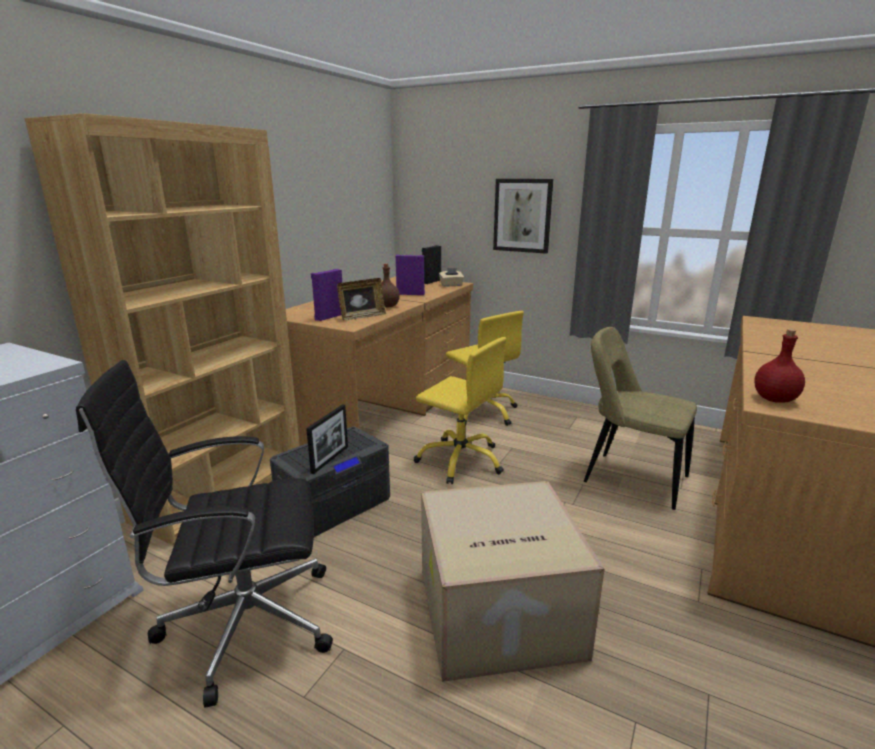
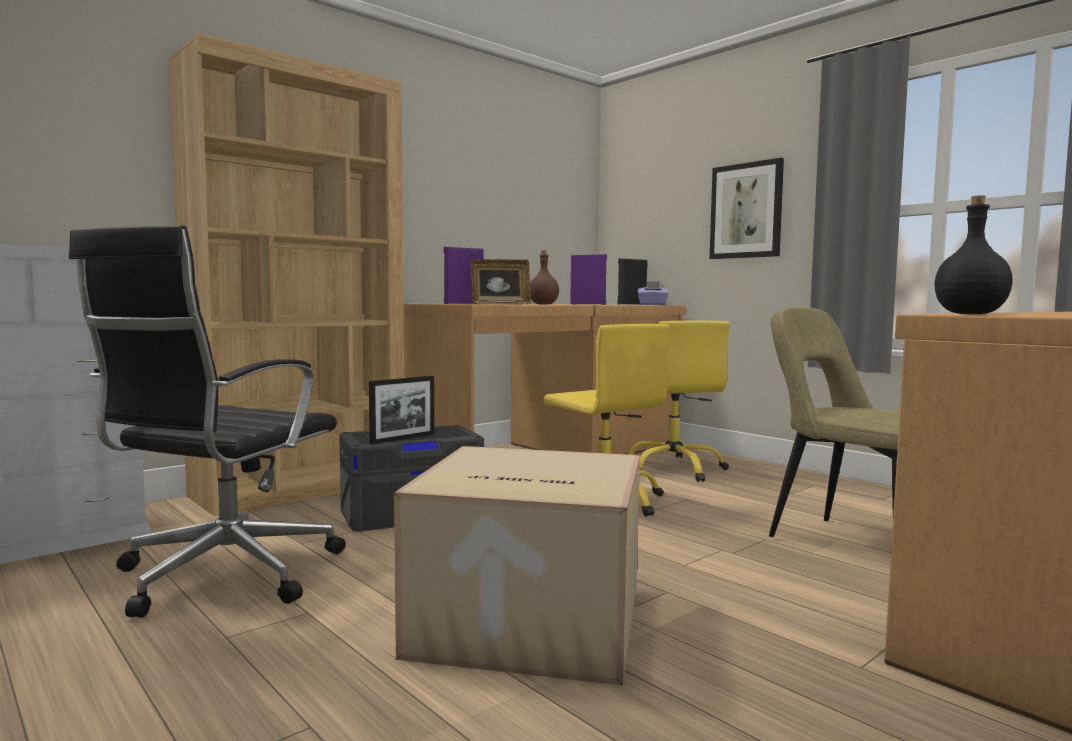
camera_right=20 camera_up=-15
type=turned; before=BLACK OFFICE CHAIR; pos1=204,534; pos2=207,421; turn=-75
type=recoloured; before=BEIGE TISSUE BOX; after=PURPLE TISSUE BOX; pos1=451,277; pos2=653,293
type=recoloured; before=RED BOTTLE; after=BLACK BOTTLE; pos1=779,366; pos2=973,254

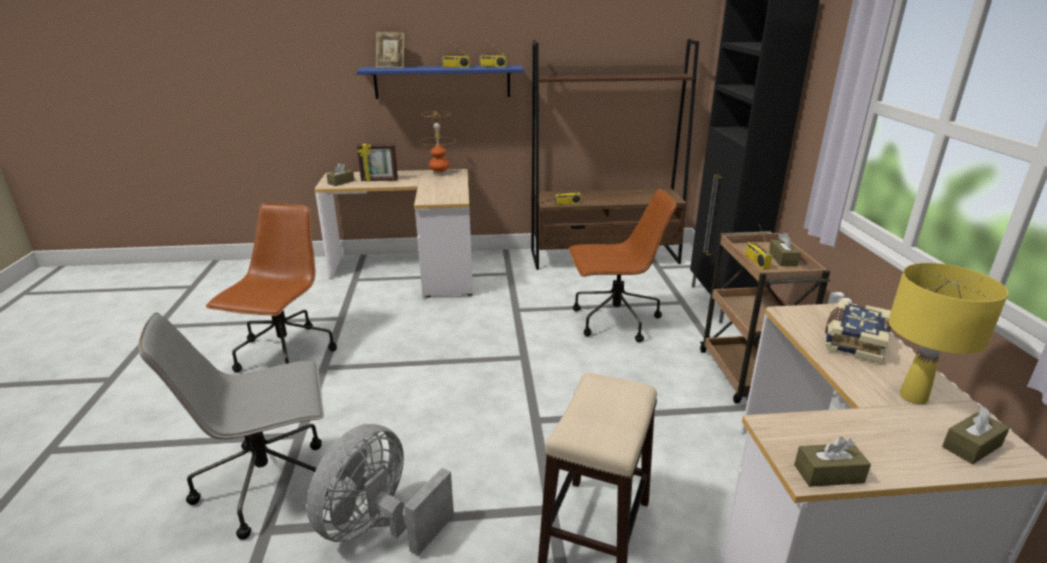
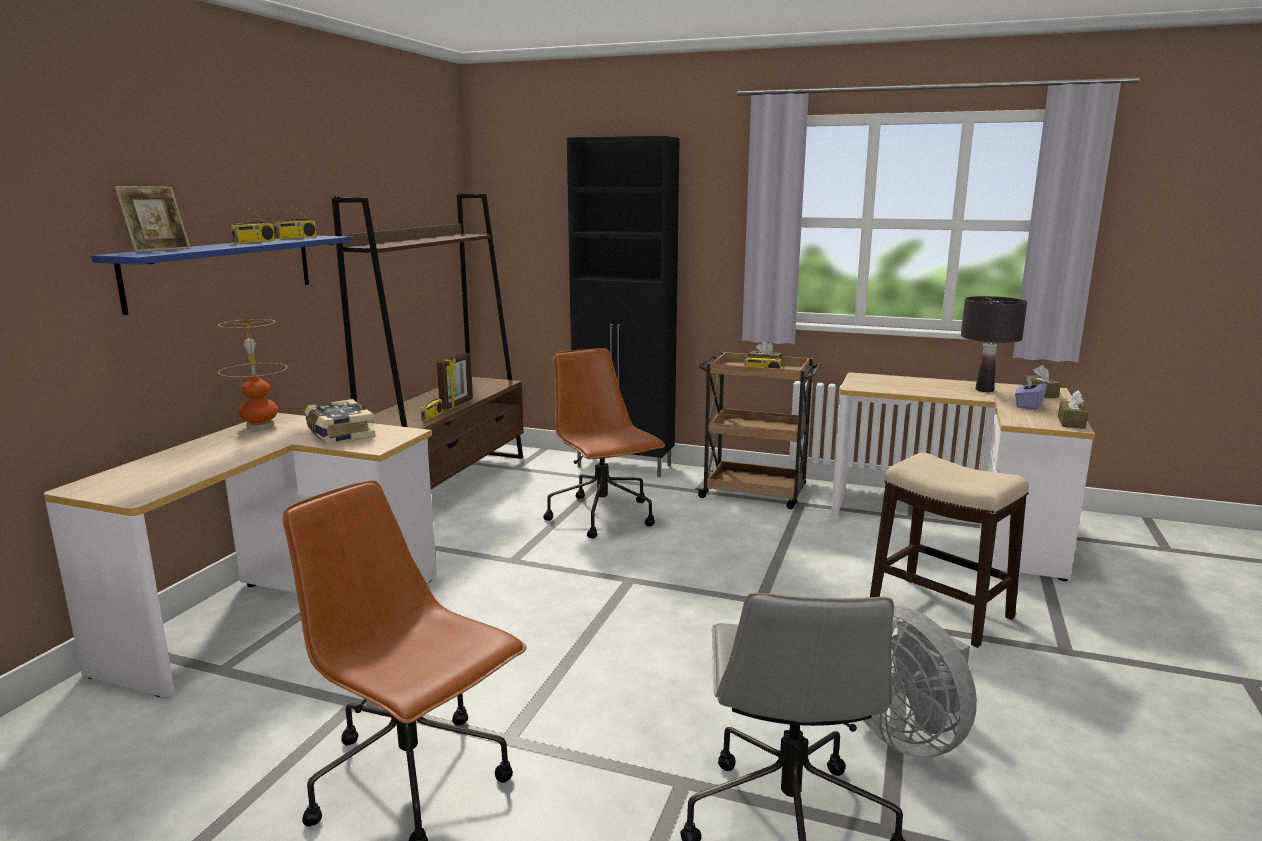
camera_right=-65 camera_up=-10
type=removed; before=BROWN TISSUE BOX; pos1=340,174
type=moved; before=PICTURE FRAME; pos1=377,163; pos2=455,381
type=turned; before=BROWN OFFICE CHAIR; pos1=623,265; pos2=604,443; turn=-45
type=moved; before=BOOK; pos1=858,332; pos2=340,422
type=recoloured; before=YELLOW TABLE LAMP; after=BLACK TABLE LAMP; pos1=948,333; pos2=994,344
type=added; after=PURPLE TISSUE BOX; pos2=1031,392

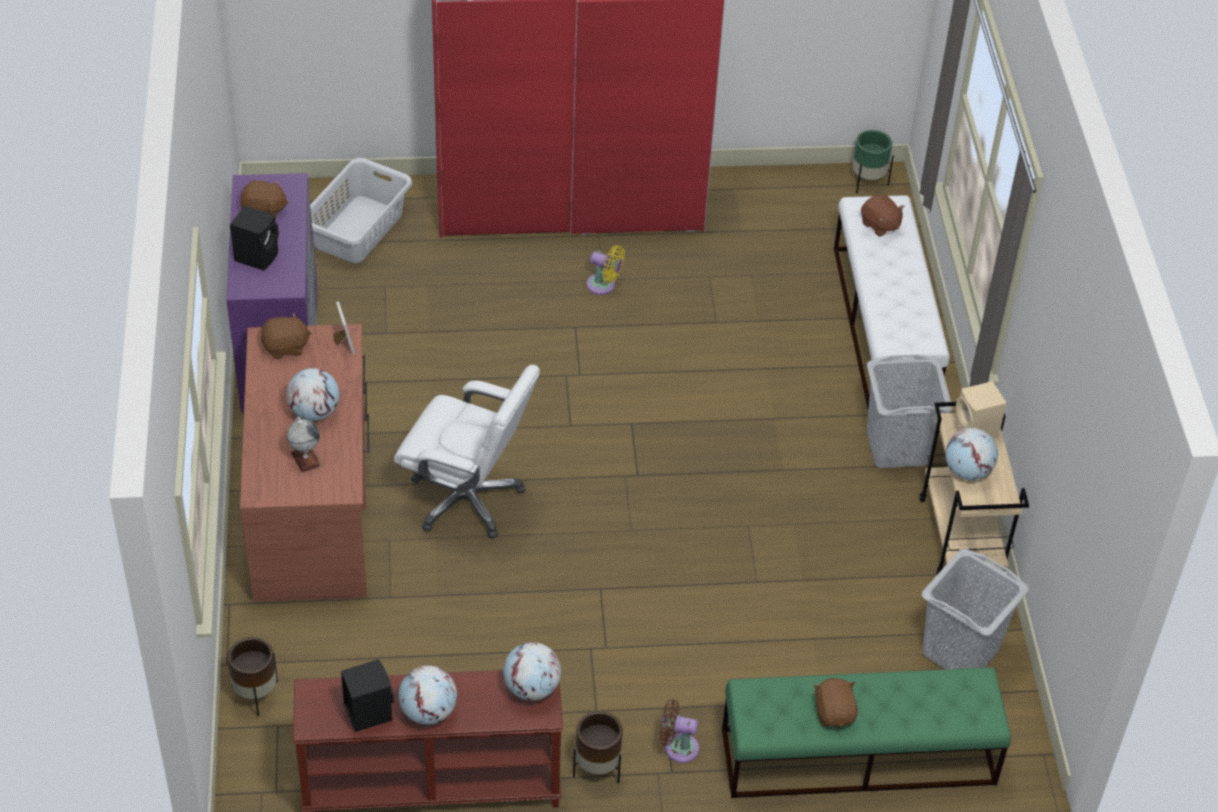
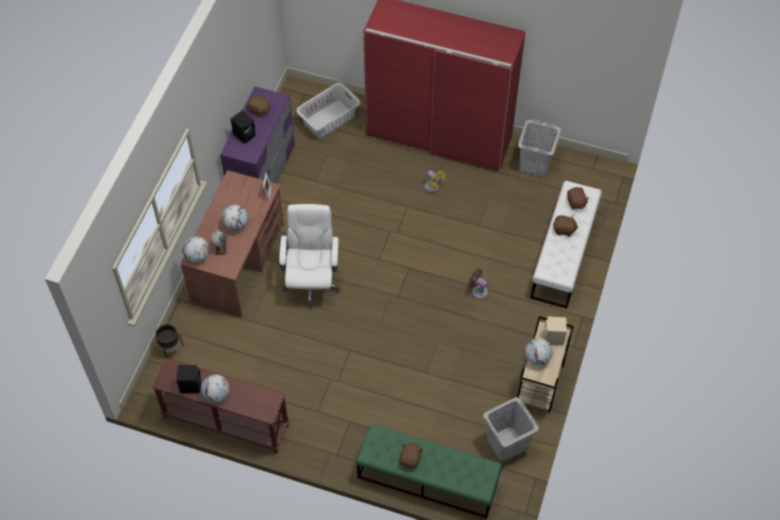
camera_right=25 camera_up=10
type=moved; before=BROWN PLUSH TOY; pos1=286,336; pos2=566,225
type=turned; before=WHITE OFFICE CHAIR; pos1=467,451; pos2=309,256; turn=-135
type=moved; before=GLOBE; pos1=532,671; pos2=195,249
type=removed; before=BROWN PLANTER; pos1=598,747
type=moved; before=BROWN FAN; pos1=679,731; pos2=478,284
type=removed; before=GREEN PLANTER; pos1=873,161
type=moved; before=GREY LAUNDRY BASKET; pos1=910,411; pos2=539,148

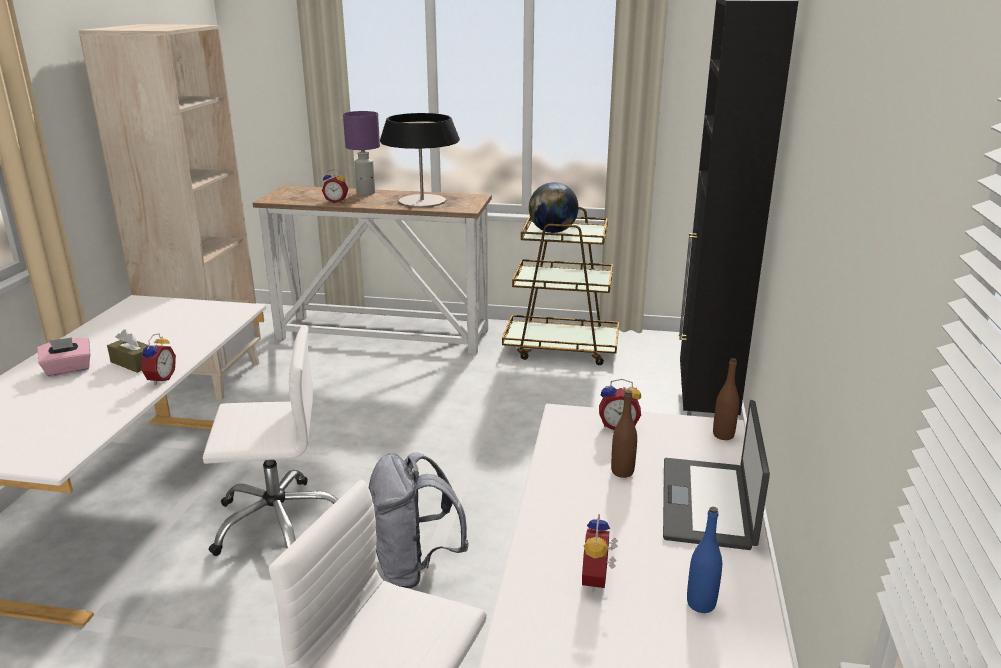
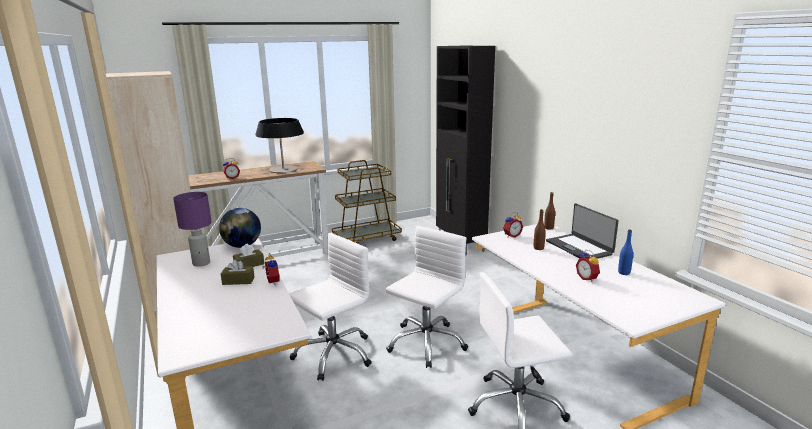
camera_right=-35 camera_up=-5
type=removed; before=PINK TISSUE BOX; pos1=64,357
type=moved; before=PURPLE TABLE LAMP; pos1=361,153; pos2=192,229
type=replaced; before=GREY BACKPACK; after=WHITE OFFICE CHAIR; pos1=419,520; pos2=427,297
type=moved; before=GLOBE; pos1=554,207; pos2=240,228
type=added; after=BROWN TISSUE BOX; pos2=248,255

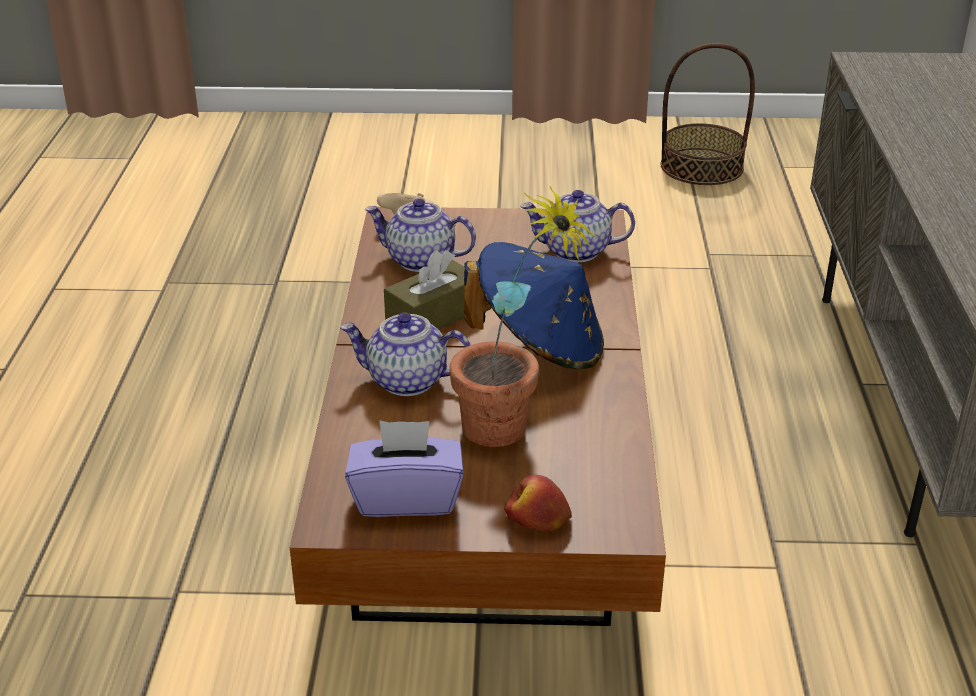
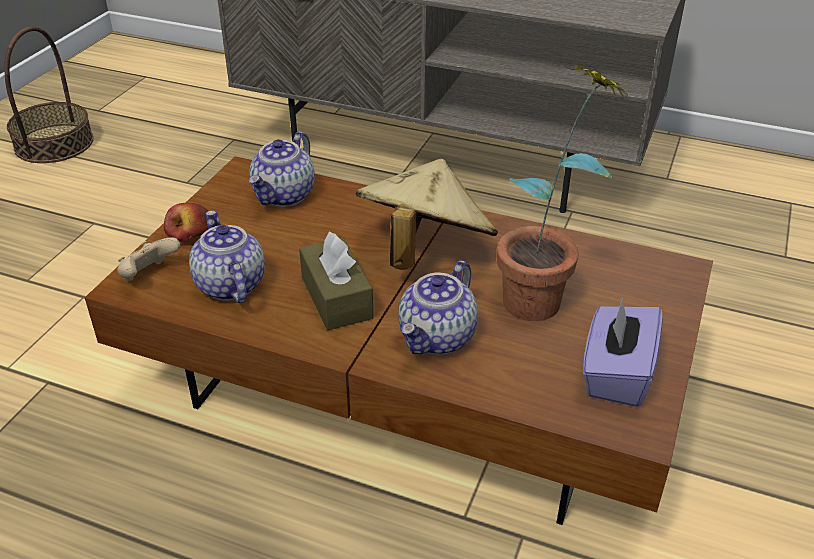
camera_right=-70 camera_up=5
type=turned; before=TEAPOT; pos1=420,235; pos2=227,256; turn=120
type=recoloured; before=BLUE HAT; after=BEIGE HAT; pos1=534,305; pos2=427,214
type=moved; before=APPLE; pos1=538,503; pos2=186,223

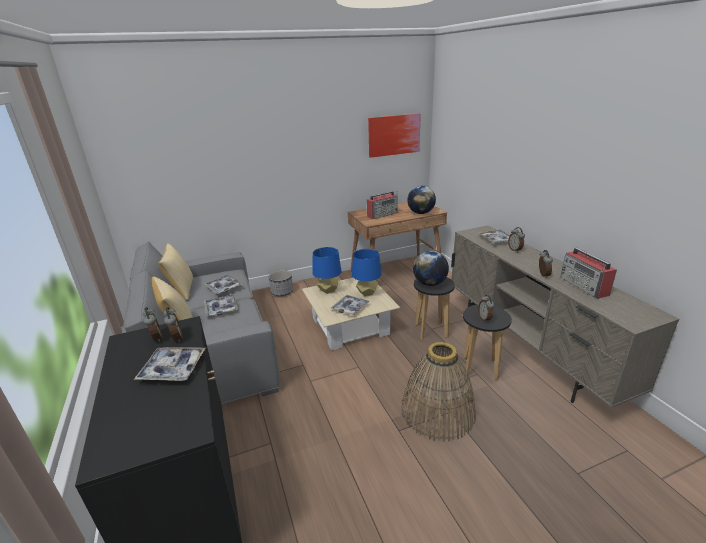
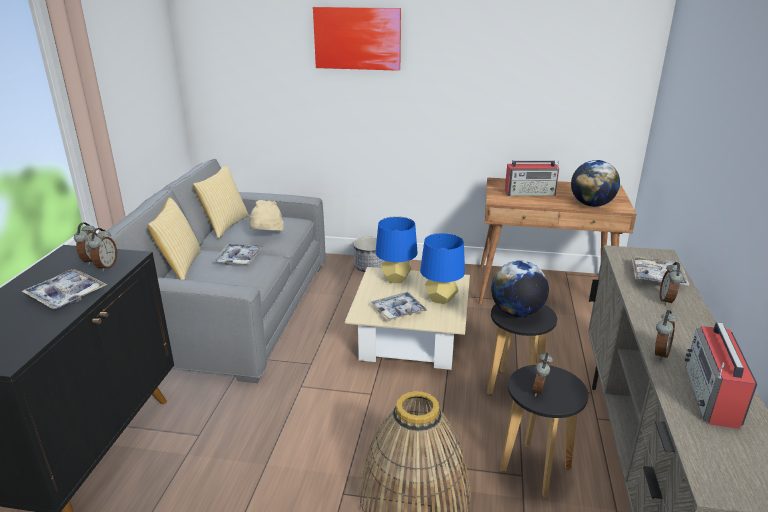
camera_right=30 camera_up=0
type=replaced; before=TRAY; after=BEIGE HAT; pos1=223,284; pos2=266,215
type=moved; before=PICTURE; pos1=394,135; pos2=357,39

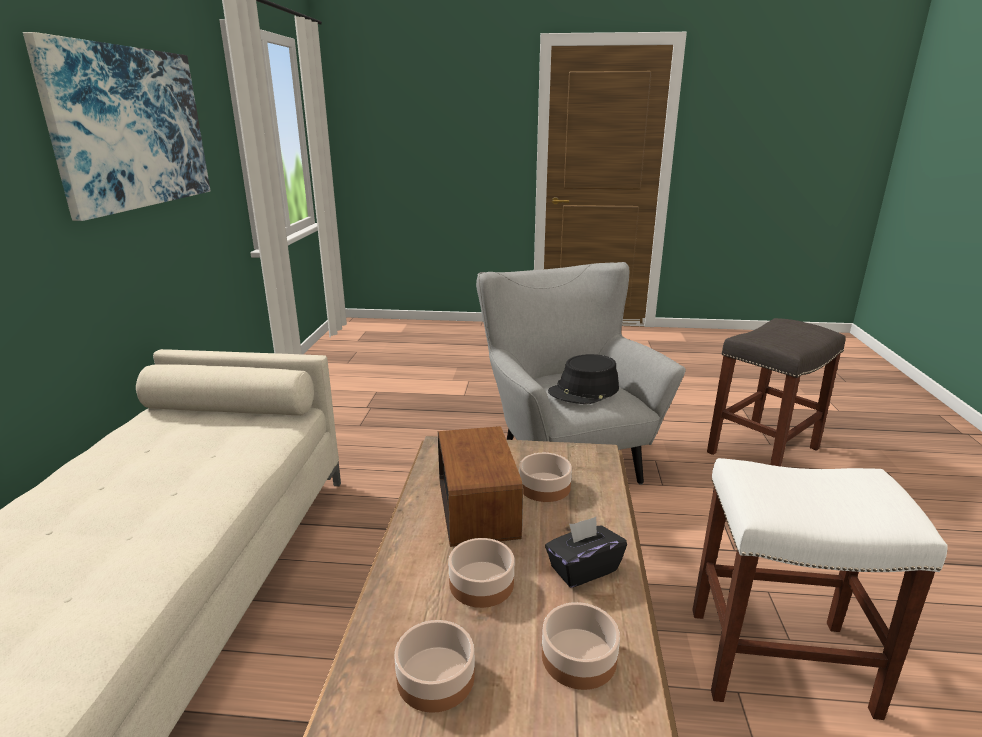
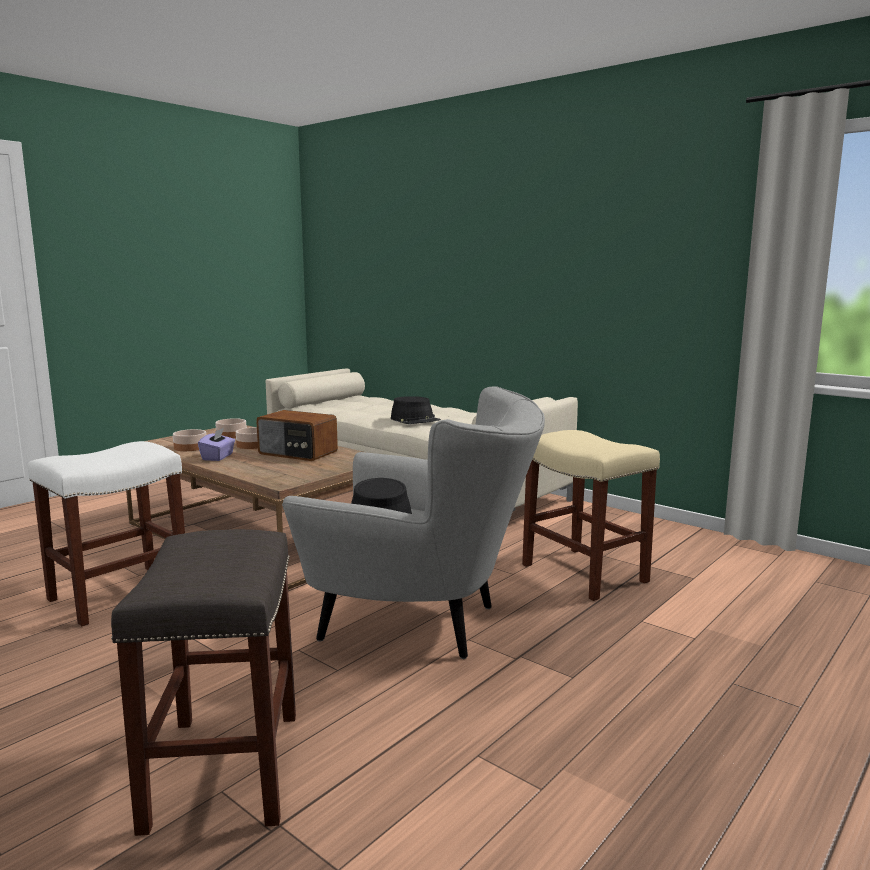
camera_right=125 camera_up=-10
type=removed; before=PICTURE; pos1=117,126
type=removed; before=BOWL; pos1=545,477
type=recoloured; before=BLACK TISSUE BOX; after=PURPLE TISSUE BOX; pos1=586,552; pos2=216,444
type=added; after=BLACK HAT; pos2=416,410
type=added; after=BEIGE STOOL; pos2=591,515

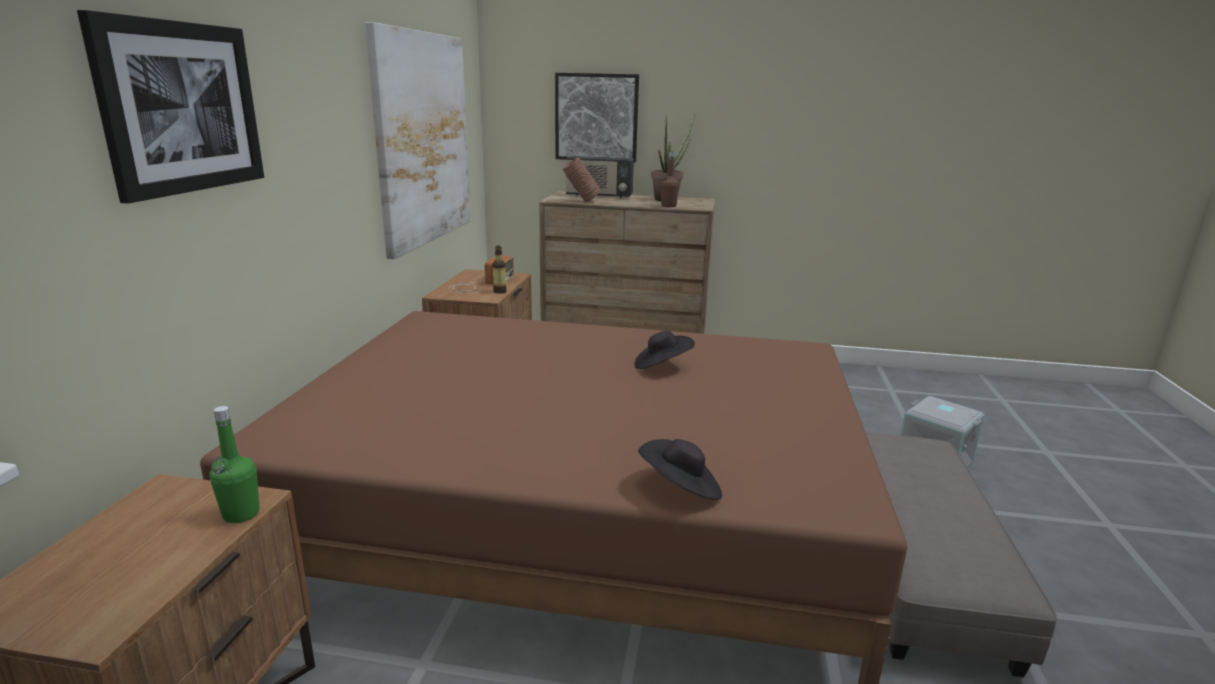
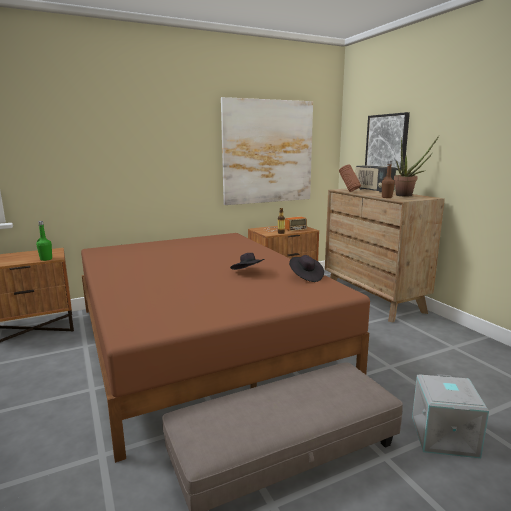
camera_right=55 camera_up=-5
type=removed; before=PICTURE; pos1=170,106
type=moved; before=BLACK HAT; pos1=680,469; pos2=306,268

